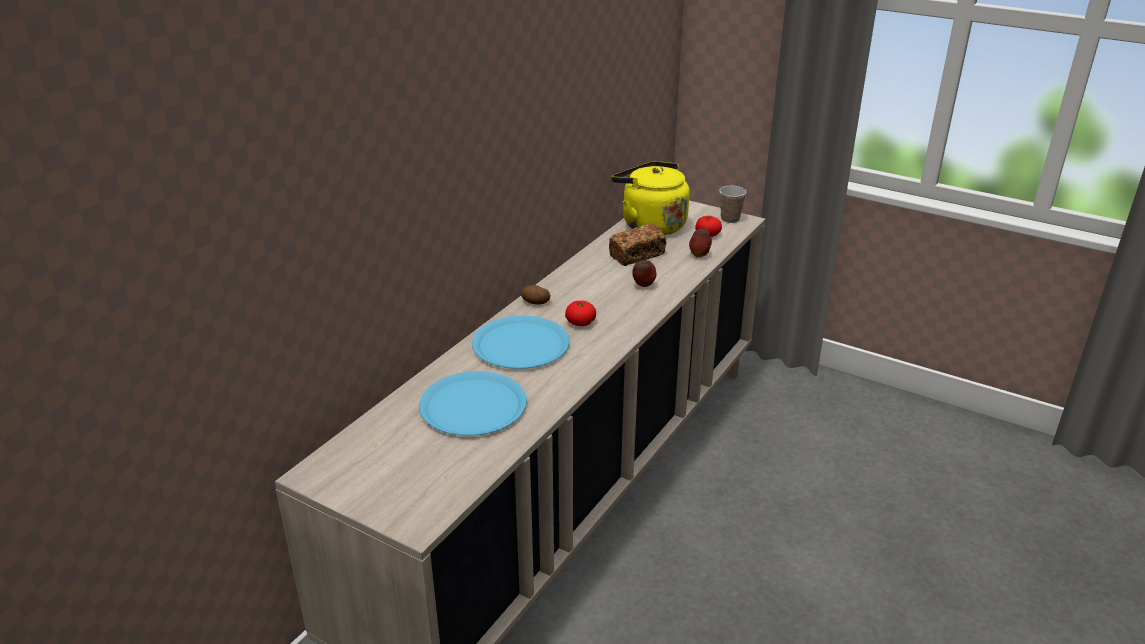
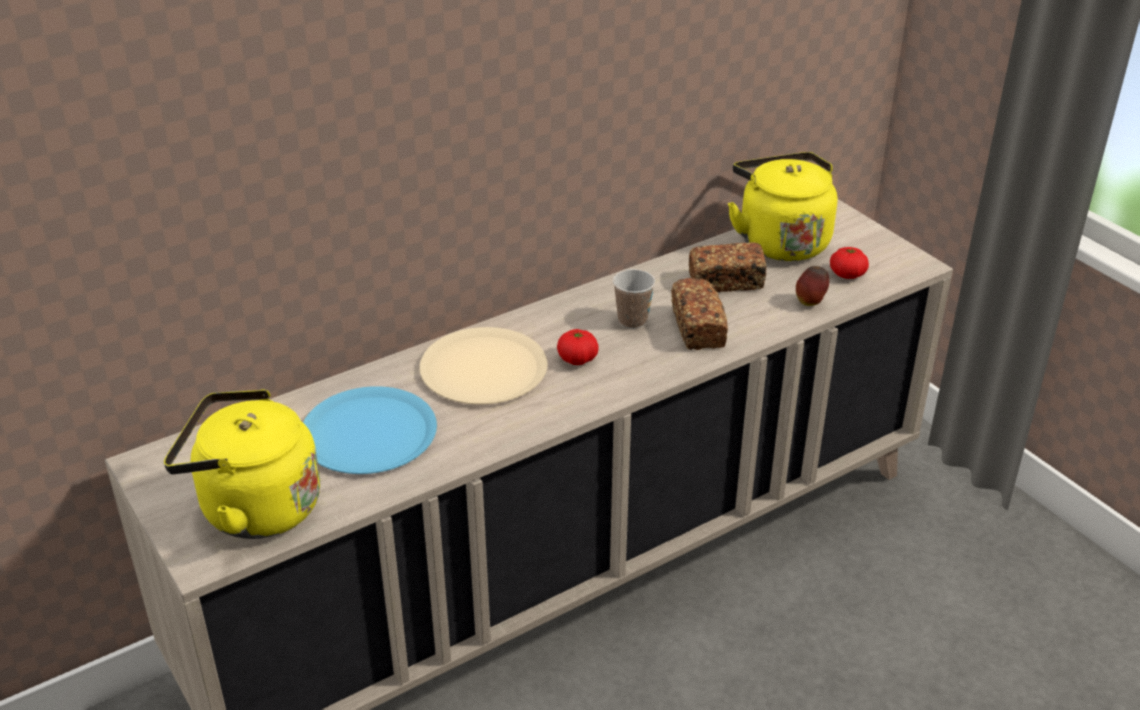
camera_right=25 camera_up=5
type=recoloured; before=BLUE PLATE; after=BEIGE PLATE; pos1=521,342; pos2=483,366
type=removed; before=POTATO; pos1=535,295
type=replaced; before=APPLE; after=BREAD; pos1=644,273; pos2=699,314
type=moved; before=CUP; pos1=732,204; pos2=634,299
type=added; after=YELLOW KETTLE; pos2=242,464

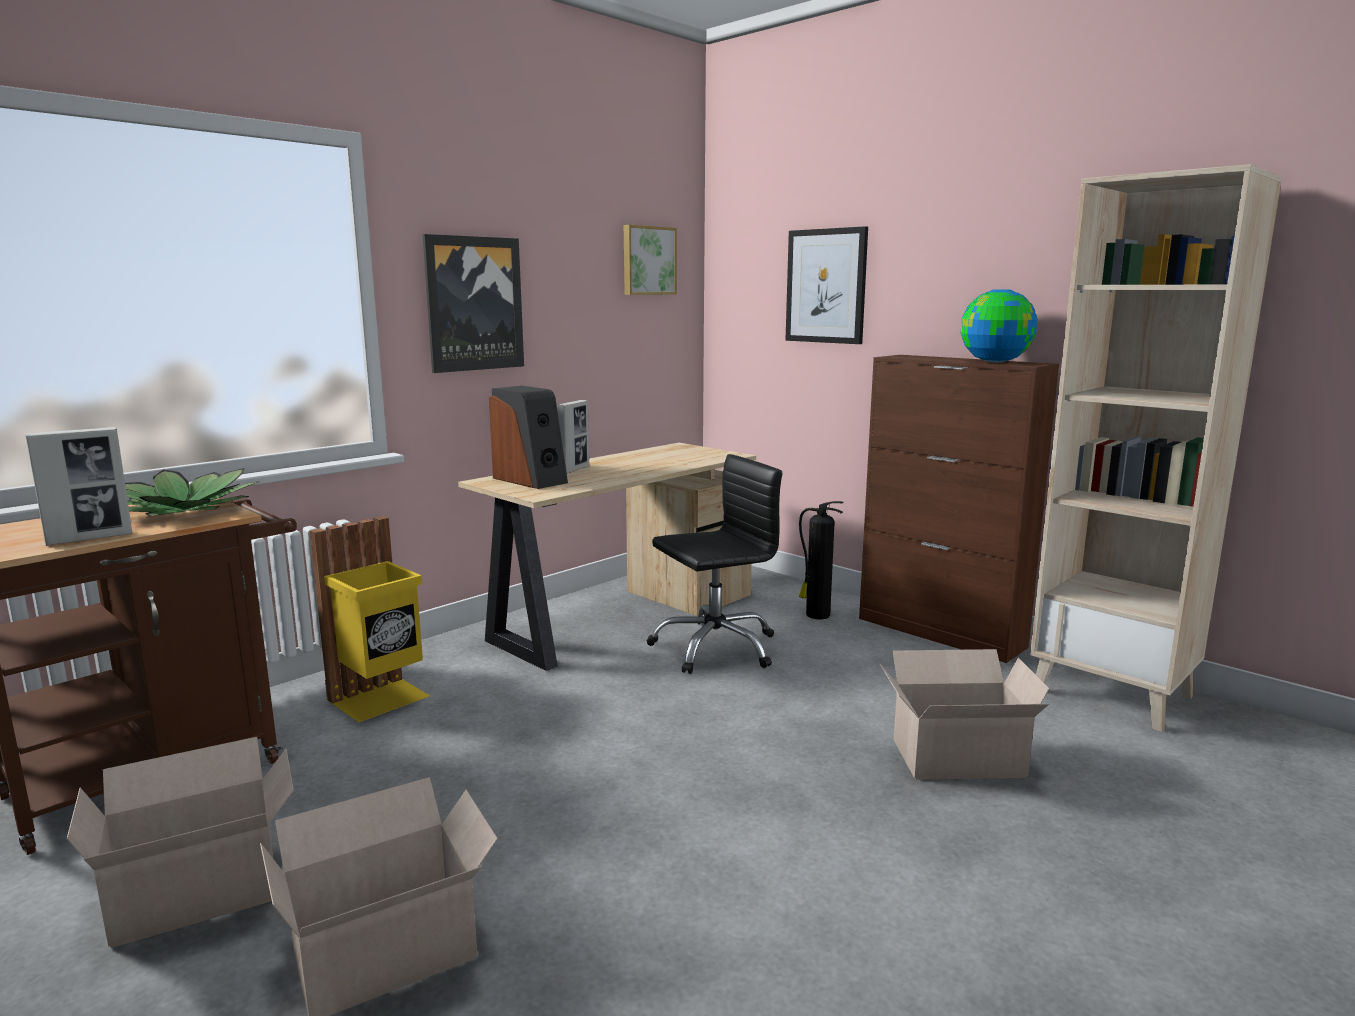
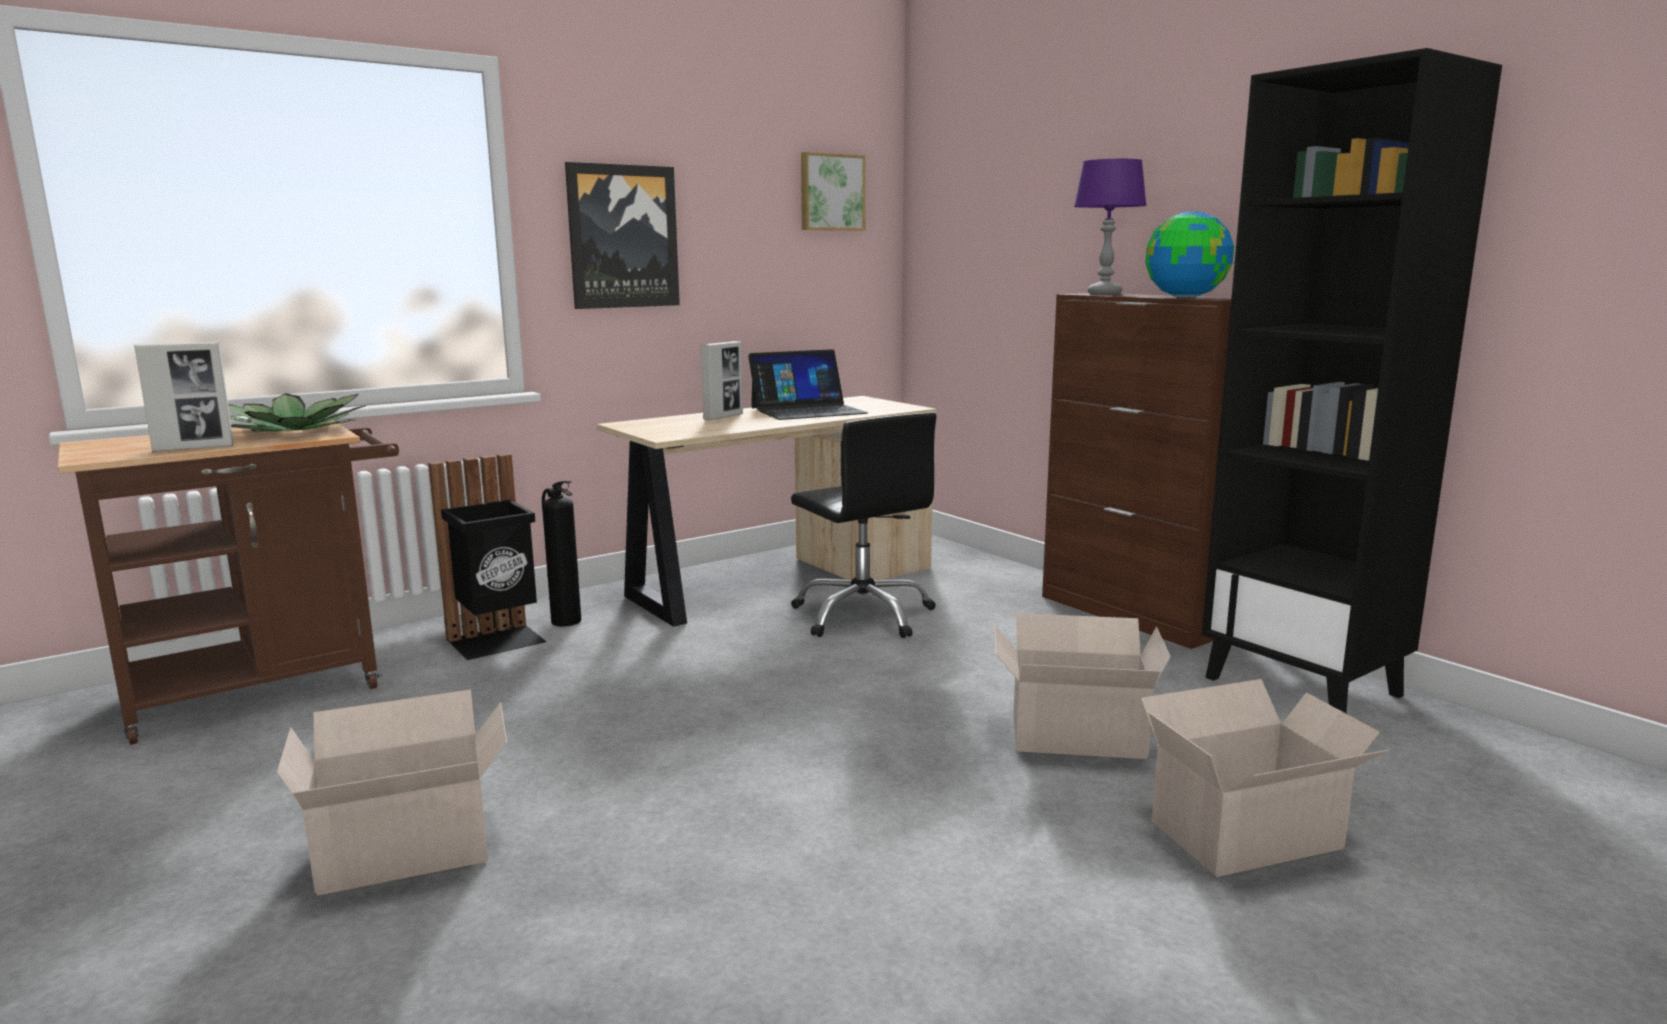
camera_right=10 camera_up=0
type=moved; before=CARDBOARD BOX; pos1=180,842; pos2=1265,778
type=recoloured; before=YELLOW TRASH CAN; after=BLACK TRASH CAN; pos1=369,619; pos2=487,556
type=removed; before=SPEAKER; pos1=528,437
type=turned; before=BLACK OFFICE CHAIR; pos1=714,564; pos2=863,525; turn=75
type=removed; before=PICTURE; pos1=826,285
type=moved; before=FIRE EXTINGUISHER; pos1=821,560; pos2=561,554
type=recoloured; before=BEIGE BOOKCASE; after=BLACK BOOKCASE; pos1=1156,448; pos2=1352,380
type=added; after=LAPTOP; pos2=808,384
type=added; after=PURPLE TABLE LAMP; pos2=1110,227

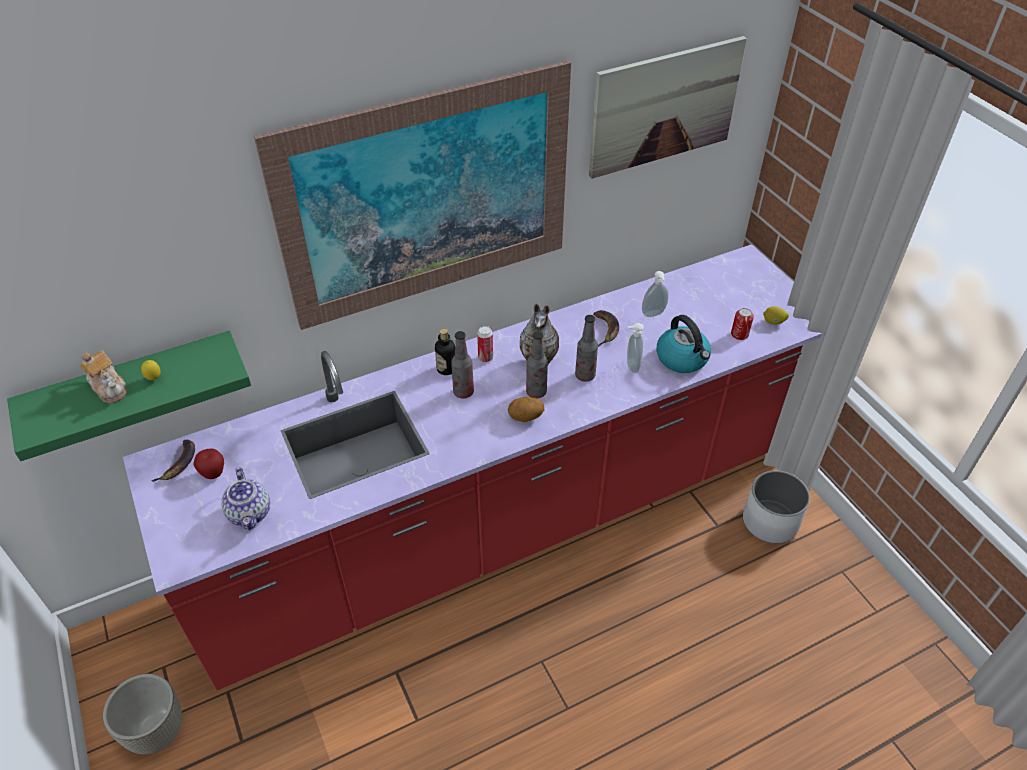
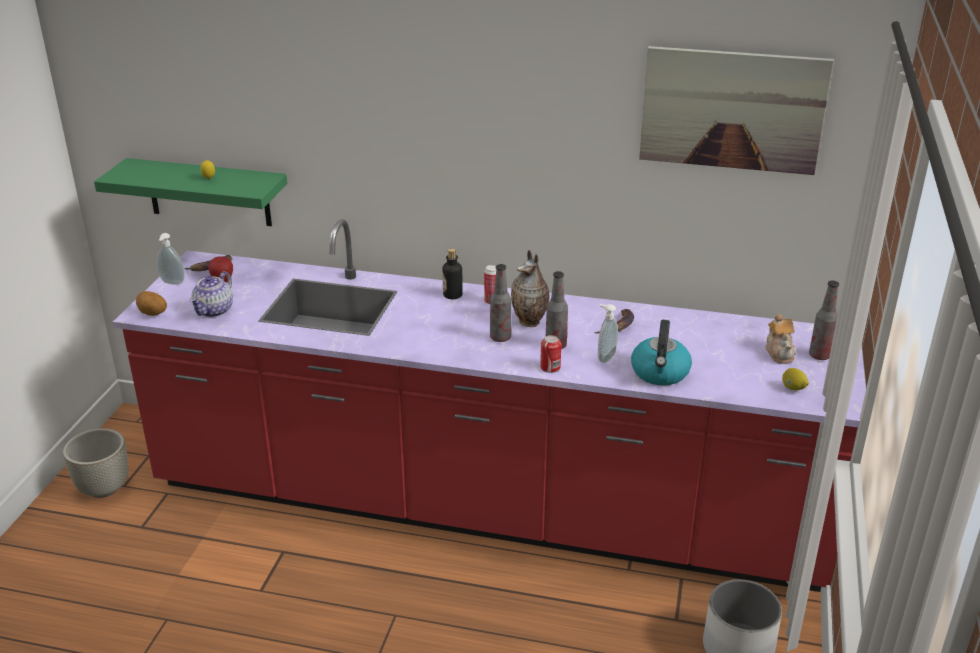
camera_right=40 camera_up=-15
type=moved; before=TEAPOT; pos1=103,376; pos2=781,339
type=removed; before=PICTURE; pos1=412,195
type=moved; before=BOTTLE; pos1=462,365; pos2=824,320
type=moved; before=POTATO; pos1=526,409; pos2=151,303
type=moved; before=SOAP DISPENSER; pos1=655,294; pos2=171,259
type=moved; before=CAN; pos1=742,324; pos2=550,354

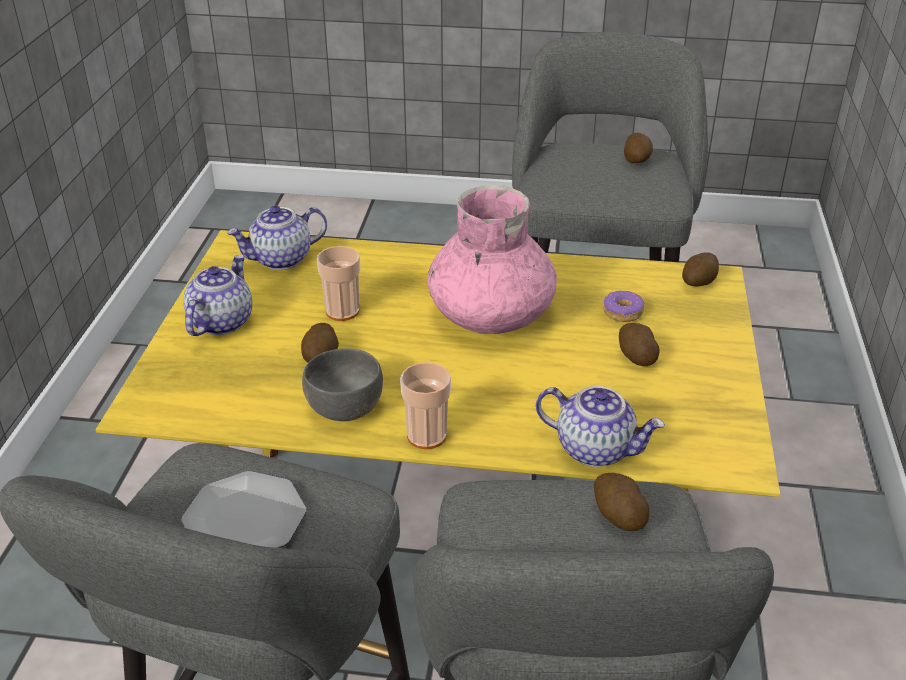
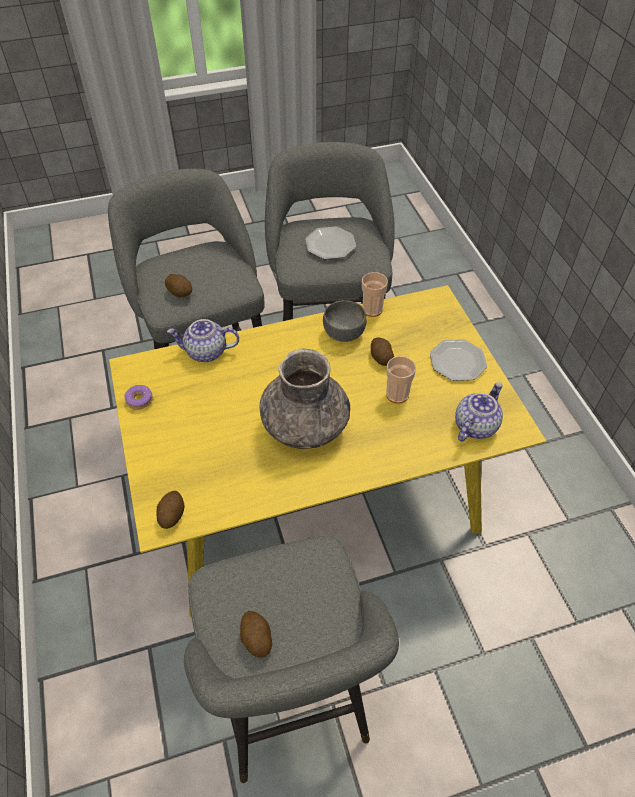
camera_right=155 camera_up=15
type=replaced; before=TEAPOT; after=PLATE; pos1=217,295; pos2=458,360
type=moved; before=CUP; pos1=425,405; pos2=375,294
type=recoloured; before=PINK VASE; after=GREY VASE; pos1=492,259; pos2=304,399
type=moved; before=DONUT; pos1=623,306; pos2=139,397
type=removed; before=POTATO; pos1=639,344

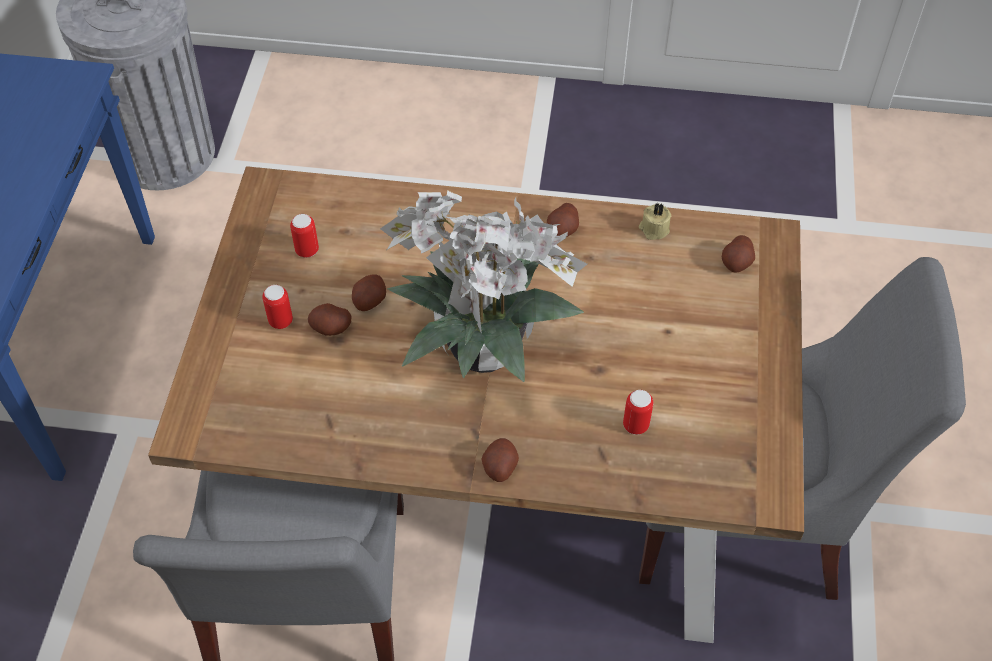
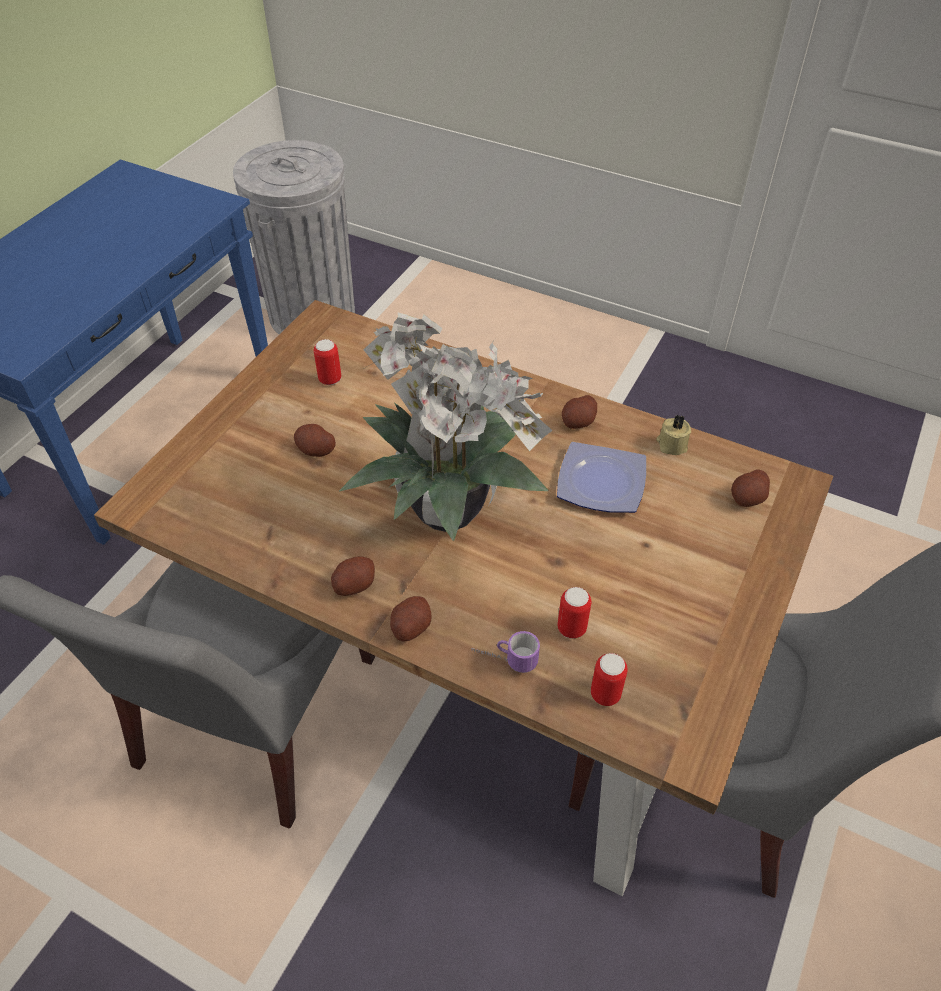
camera_right=20 camera_up=-5
type=moved; before=CAN; pos1=277,307; pos2=609,679
type=moved; before=POTATO; pos1=369,293; pos2=353,576
type=added; after=MUG; pos2=506,652
type=added; after=PLATE; pos2=601,477

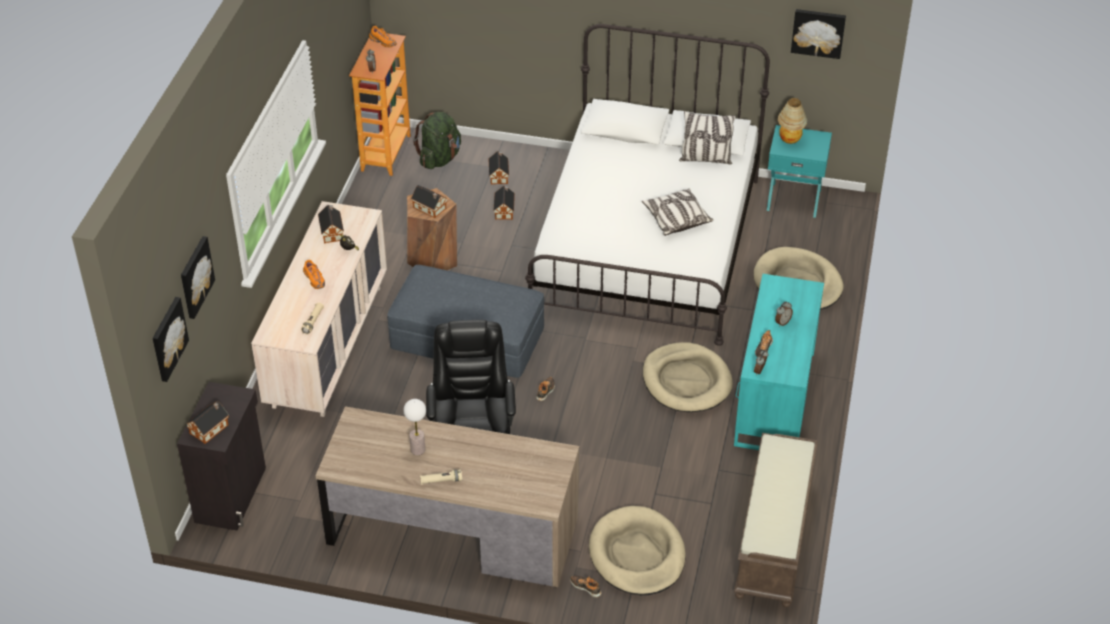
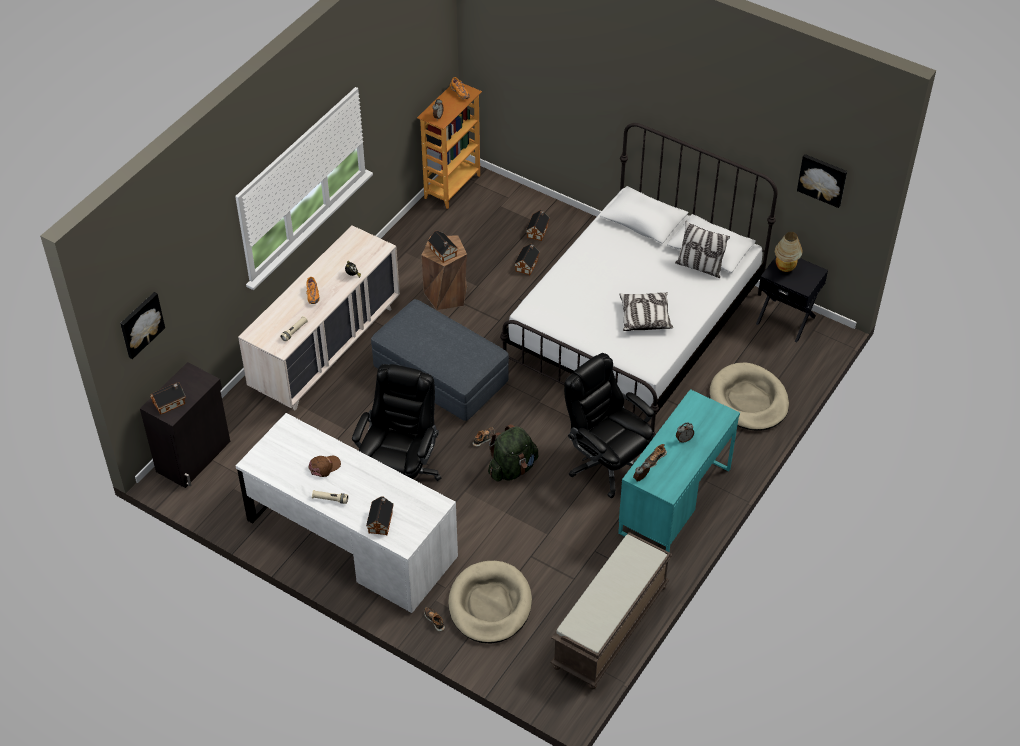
camera_right=20 camera_up=5
type=removed; before=PICTURE; pos1=198,277
type=recoloured; before=BROWN DESK; after=WHITE DESK; pos1=447,496; pos2=347,513
type=moved; before=TOY HOUSE; pos1=331,224; pos2=380,515
type=replaced; before=TABLE LAMP; after=BROWN CAP; pos1=415,427; pos2=324,466
type=moved; before=GREEN BACKPACK; pos1=437,140; pos2=513,452
type=replaced; before=BEIGE DOG BED; after=BLACK OFFICE CHAIR; pos1=688,377; pos2=609,425
type=recoloured; before=TURQUOISE NIGHTSTAND; after=BLACK NIGHTSTAND; pos1=799,171; pos2=792,299

